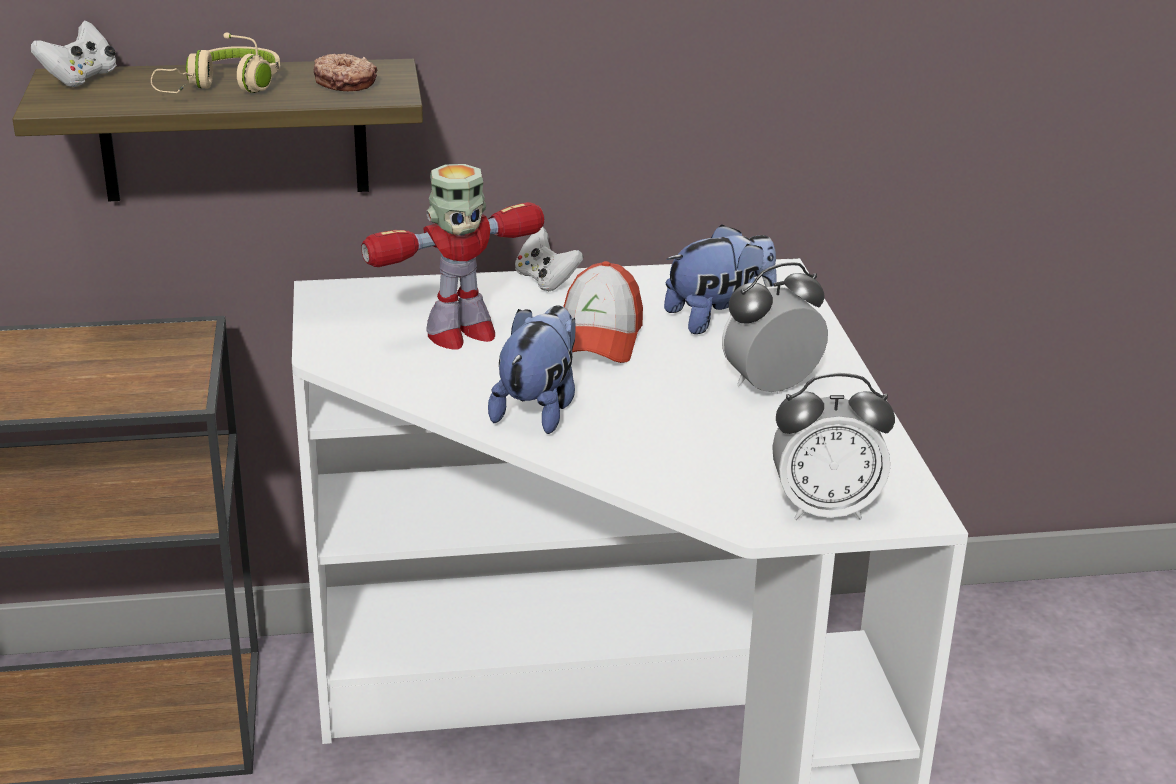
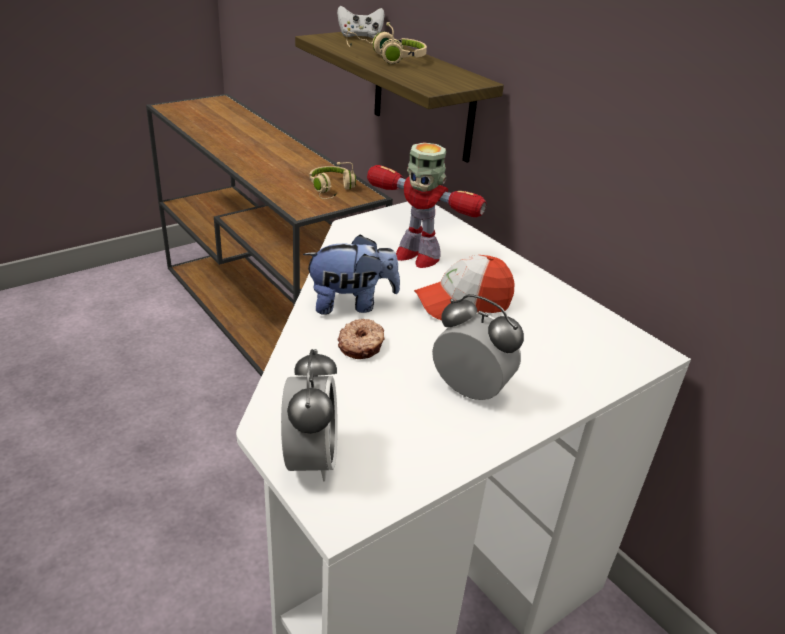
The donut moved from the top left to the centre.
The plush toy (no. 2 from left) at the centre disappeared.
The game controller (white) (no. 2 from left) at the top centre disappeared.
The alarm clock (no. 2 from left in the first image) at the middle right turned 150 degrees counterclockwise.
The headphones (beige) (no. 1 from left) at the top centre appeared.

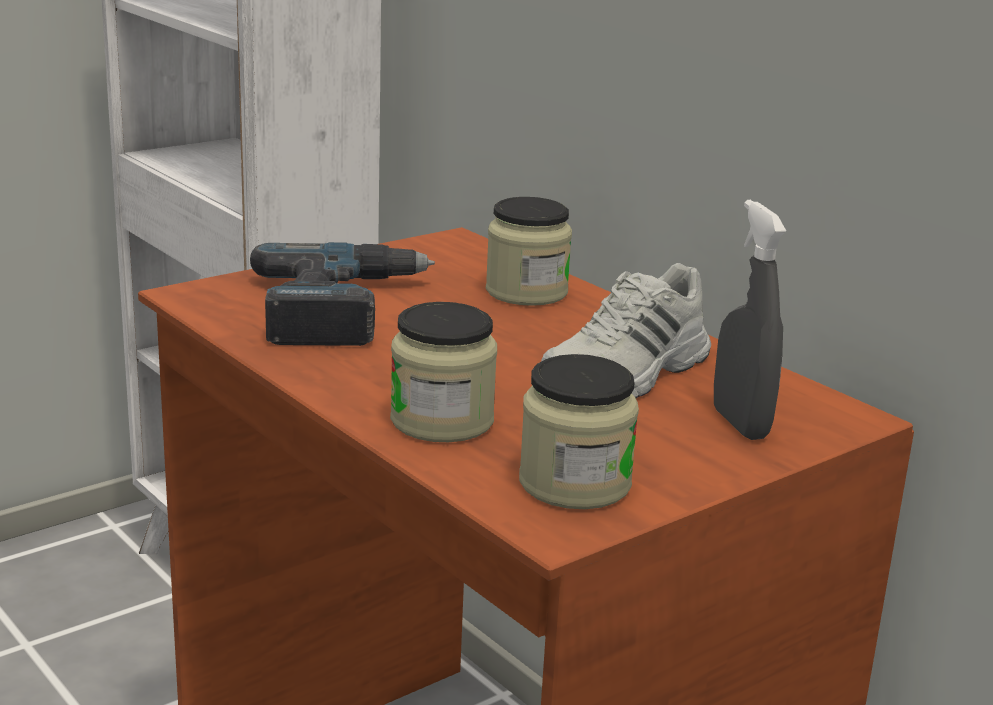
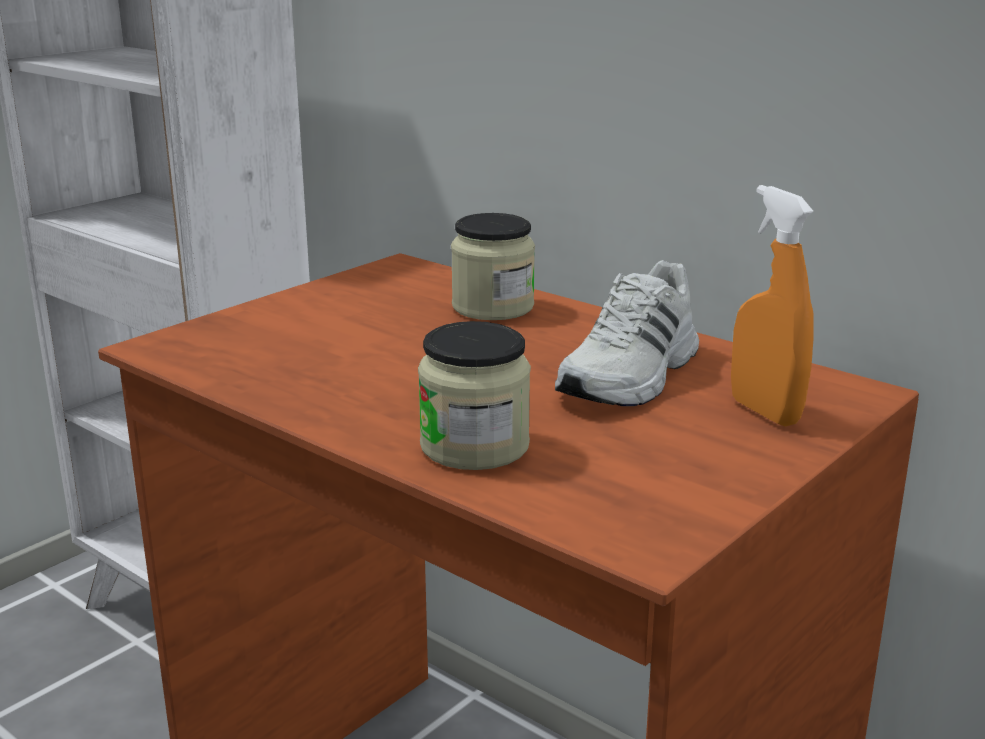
The spray bottle (grey) at the middle right became the spray bottle (orange) at the middle right.
The power drill at the centre disappeared.
The jar (no. 3 from left) at the centre disappeared.

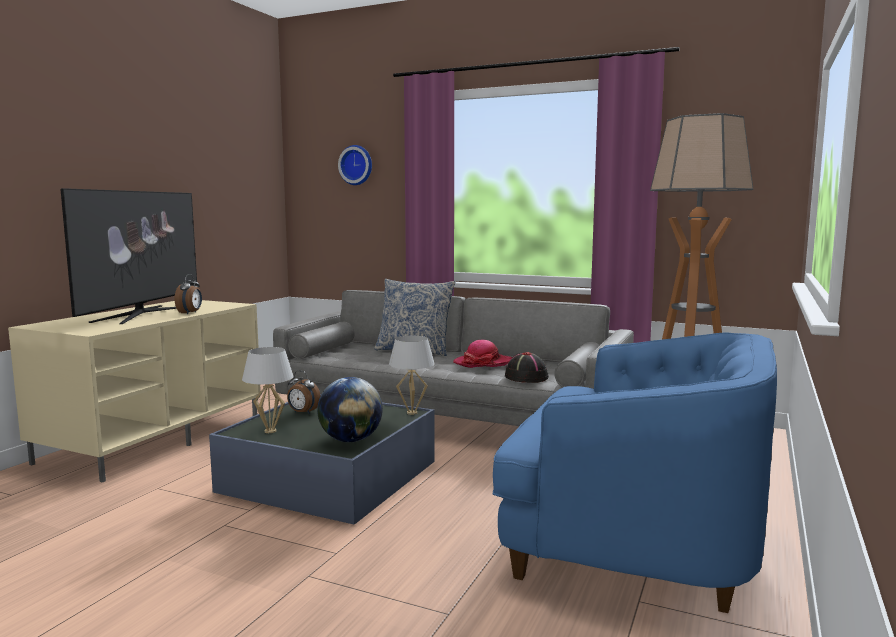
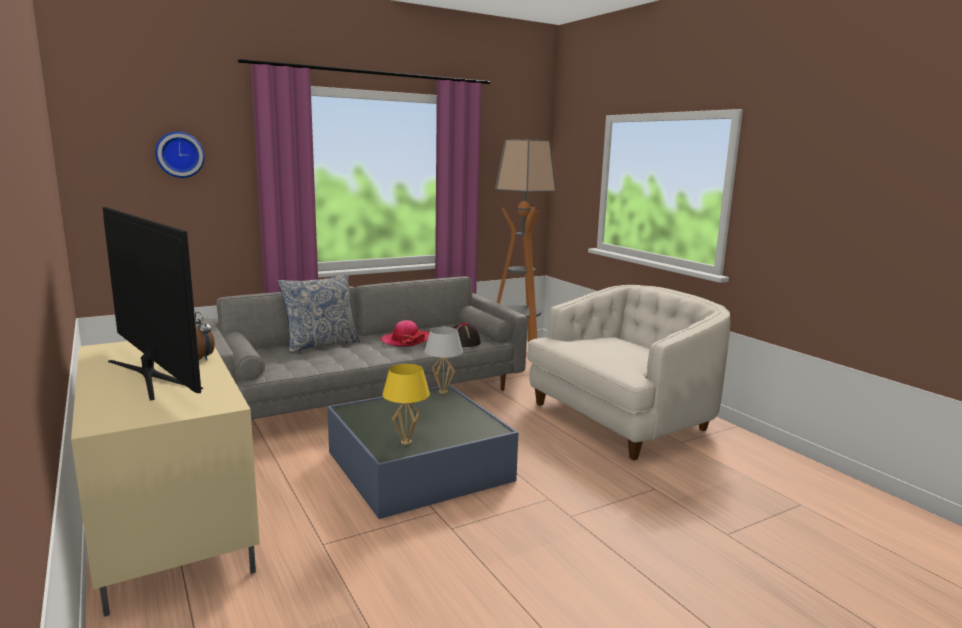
The armchair (blue) at the bottom right became the armchair (white) at the centre.
The table lamp (white) (no. 1 from left) at the middle left became the table lamp (yellow) at the centre.
The alarm clock (no. 2 from left) at the centre disappeared.
The globe at the centre disappeared.

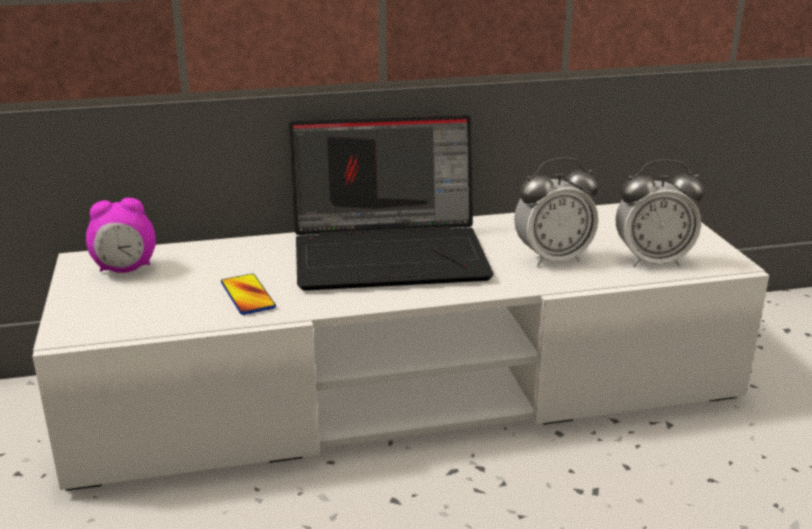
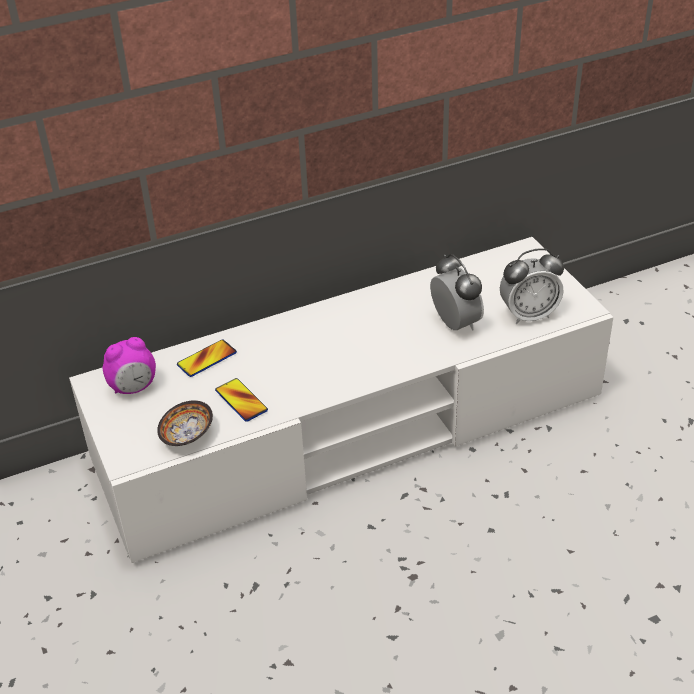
The laptop at the centre disappeared.
The alarm clock (no. 2 from left) at the middle right turned 90 degrees counterclockwise.
The phone (no. 1 from left) at the middle left appeared.
The bowl at the middle left appeared.

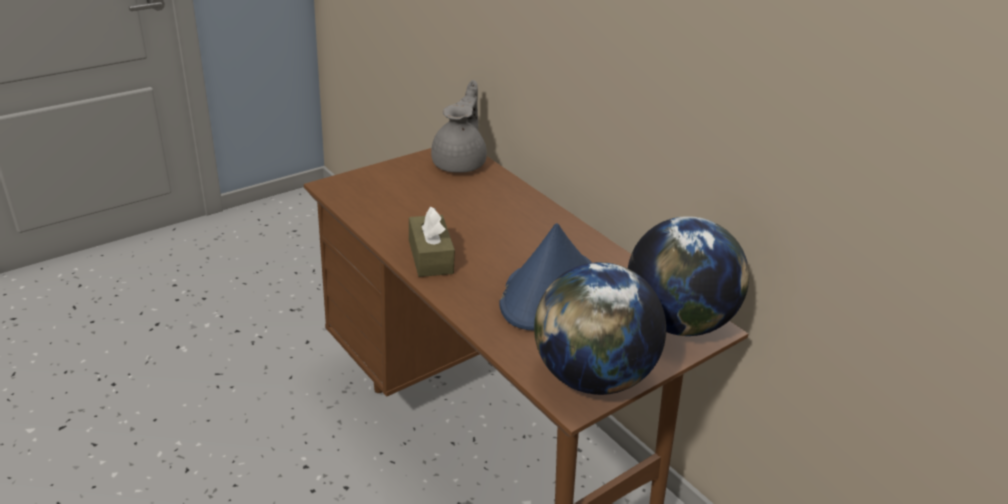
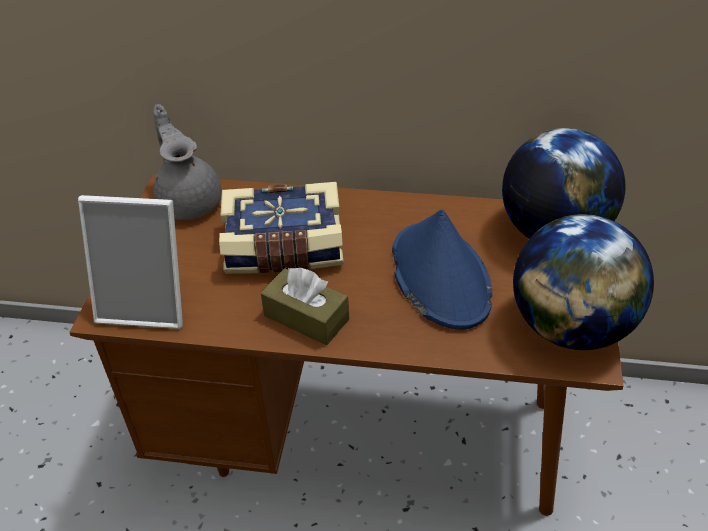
The book at the centre appeared.
The picture frame at the middle left appeared.

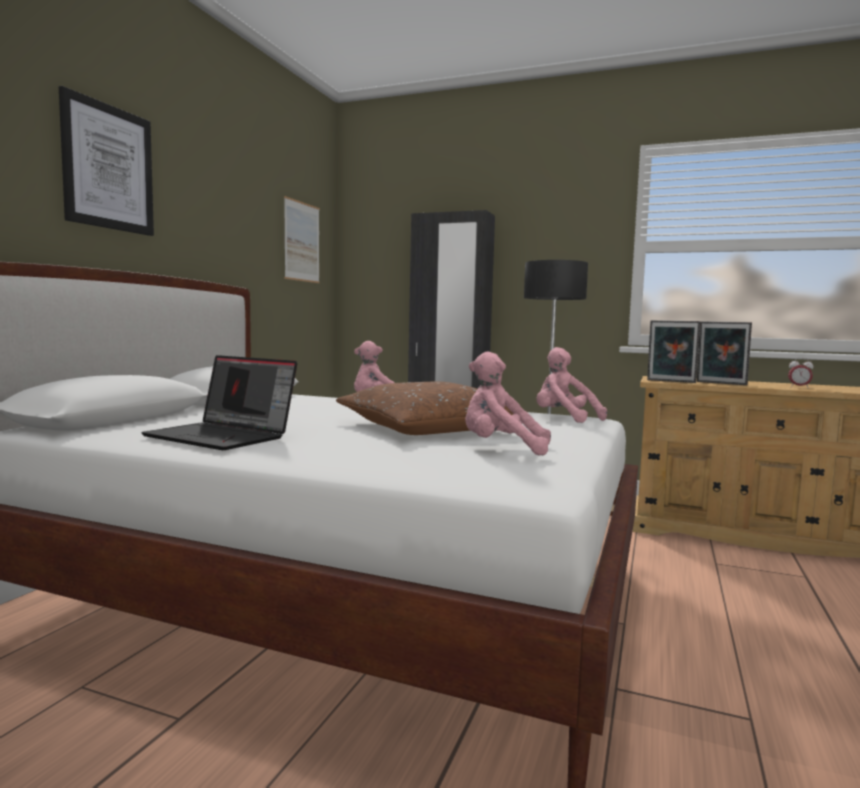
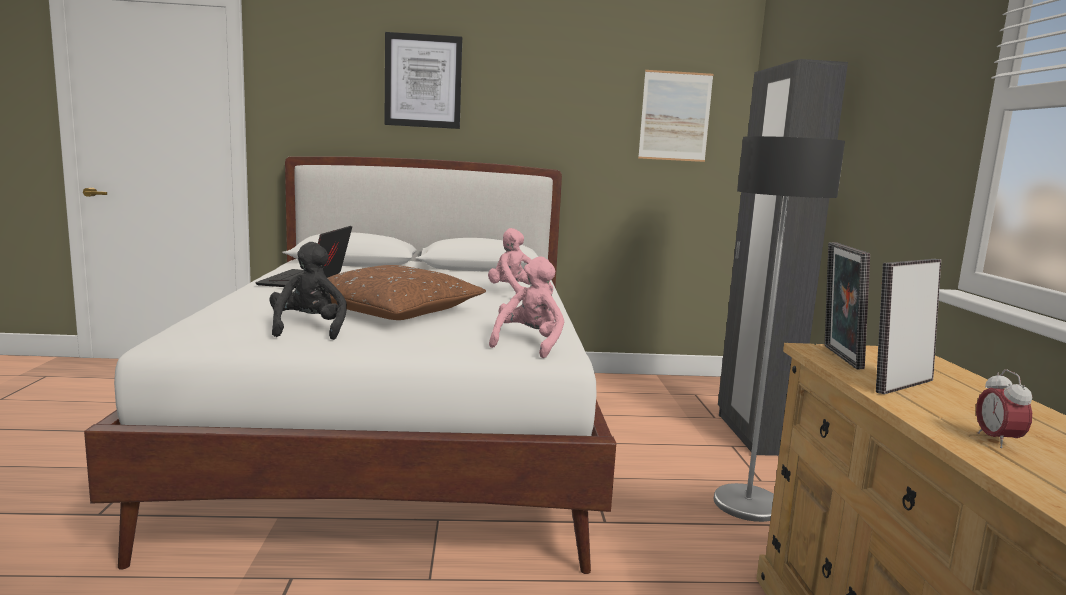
The picture frame (no. 2 from left) at the middle right turned 45 degrees clockwise.
The plush toy (pink) (no. 2 from left) at the centre became the plush toy (black) at the middle left.

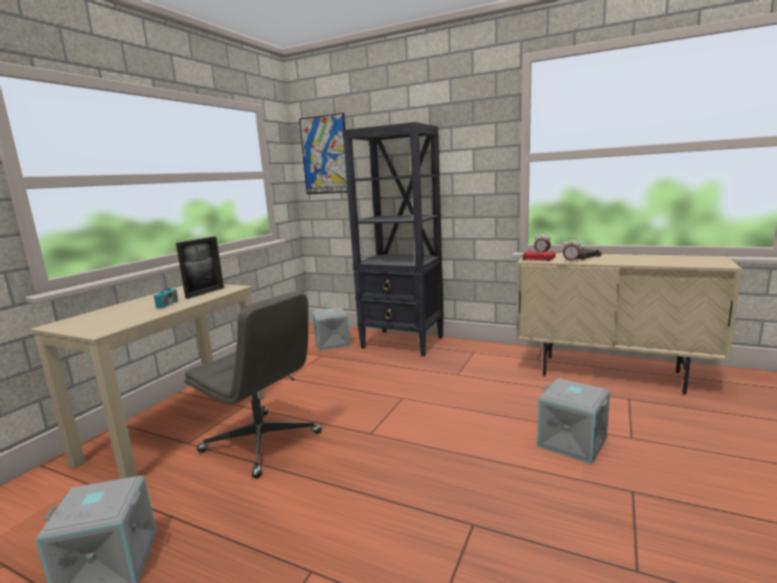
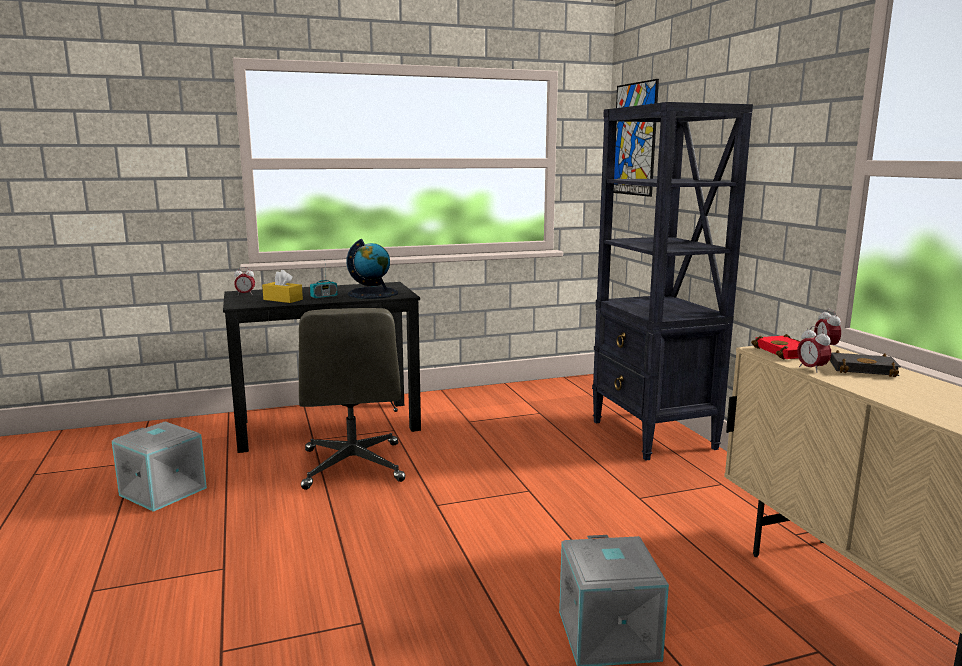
The picture frame at the middle left was replaced by the globe at the centre.
The desk (beige) at the middle left became the desk (black) at the centre.
The storage box (grey) (no. 2 from left) at the centre disappeared.
The alarm clock (no. 1 from left) at the middle left appeared.
The tissue box (yellow) at the middle left appeared.

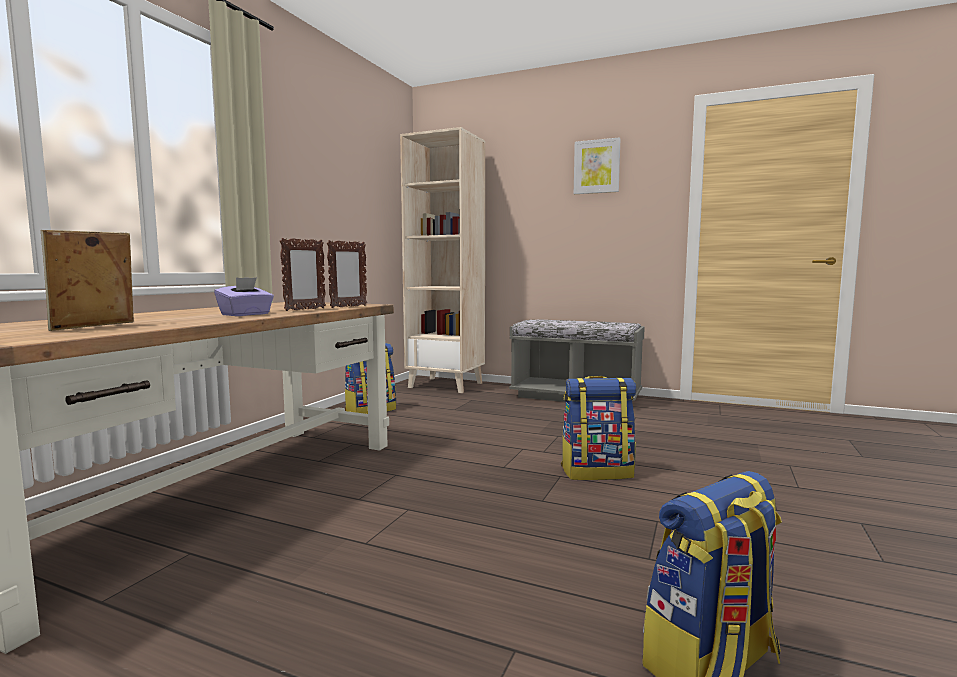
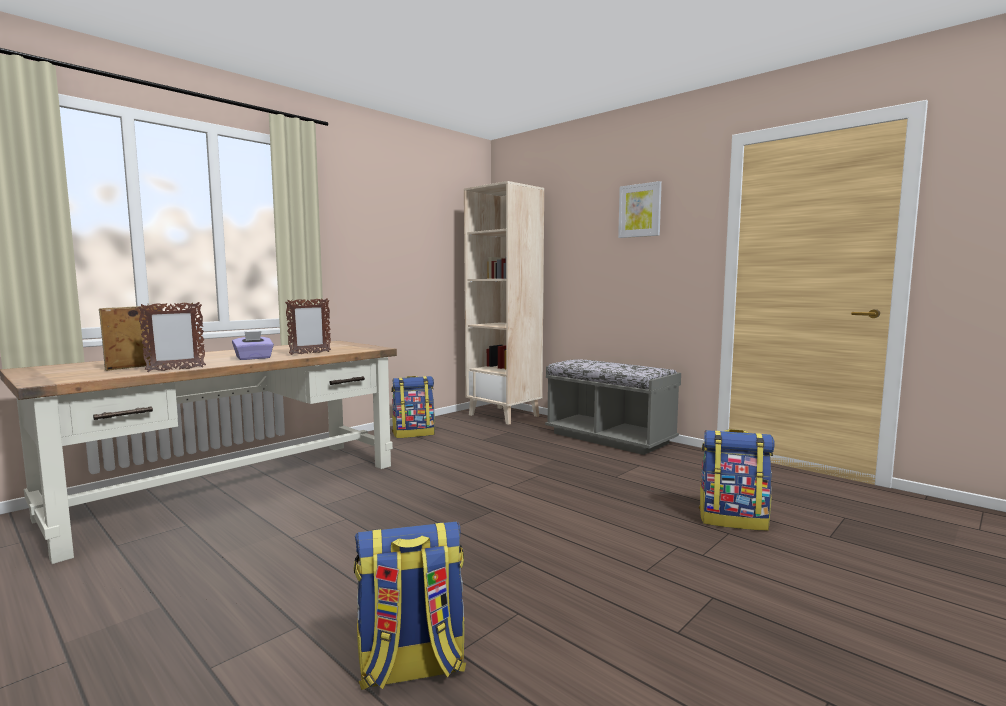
The picture frame (no. 3 from left in the first image) moved from the centre to the middle left.
The backpack (no. 2 from left in the first image) moved from the centre to the bottom right.

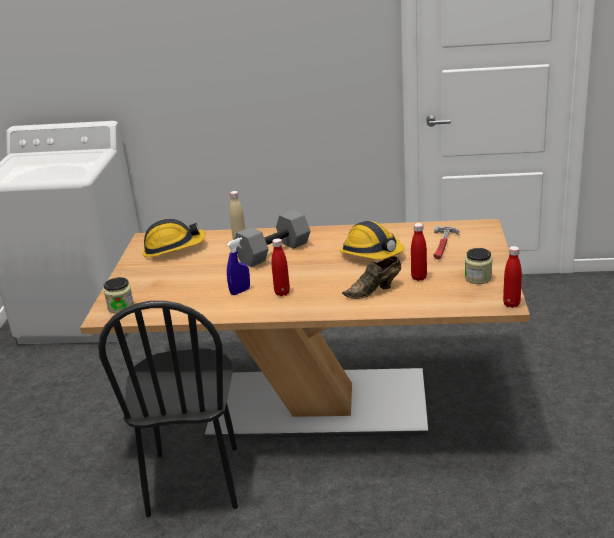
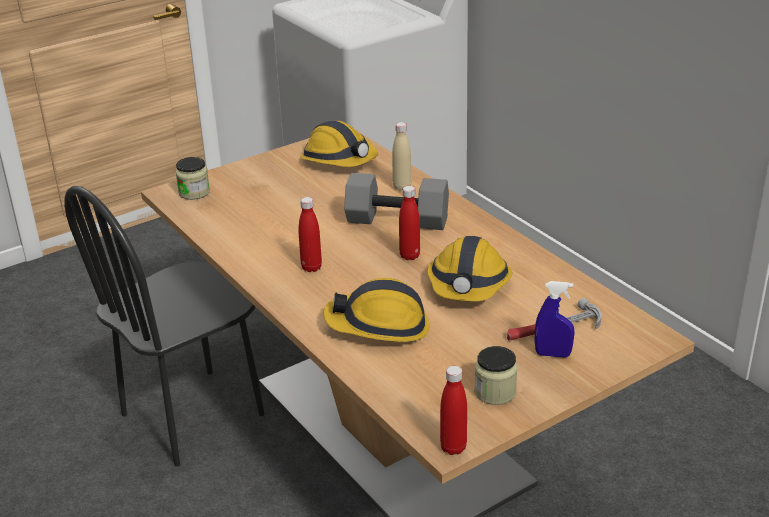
The bottle (red) (no. 2 from left) moved from the middle right to the centre.
The spray bottle (blue) moved from the centre to the middle right.
The shoe (brown) at the centre was replaced by the hard hat (no. 2 from left) at the centre.

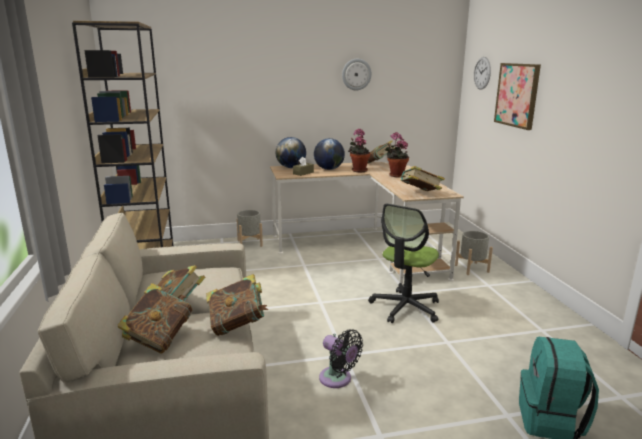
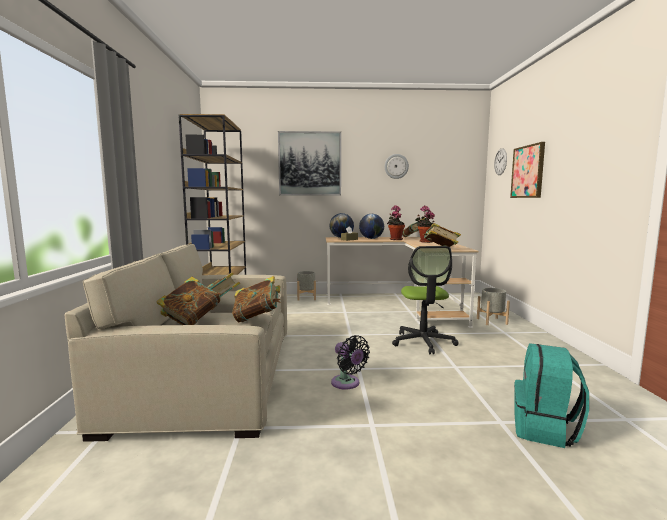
The office chair at the centre turned 45 degrees counterclockwise.
The picture (no. 1 from left) at the top centre appeared.

